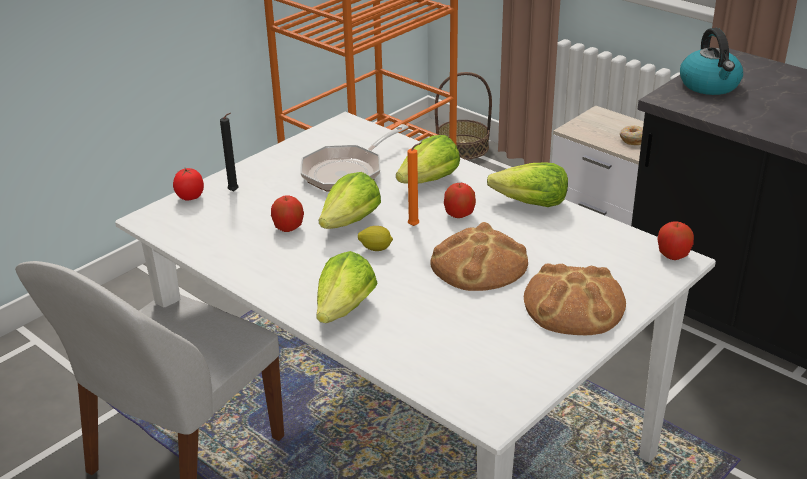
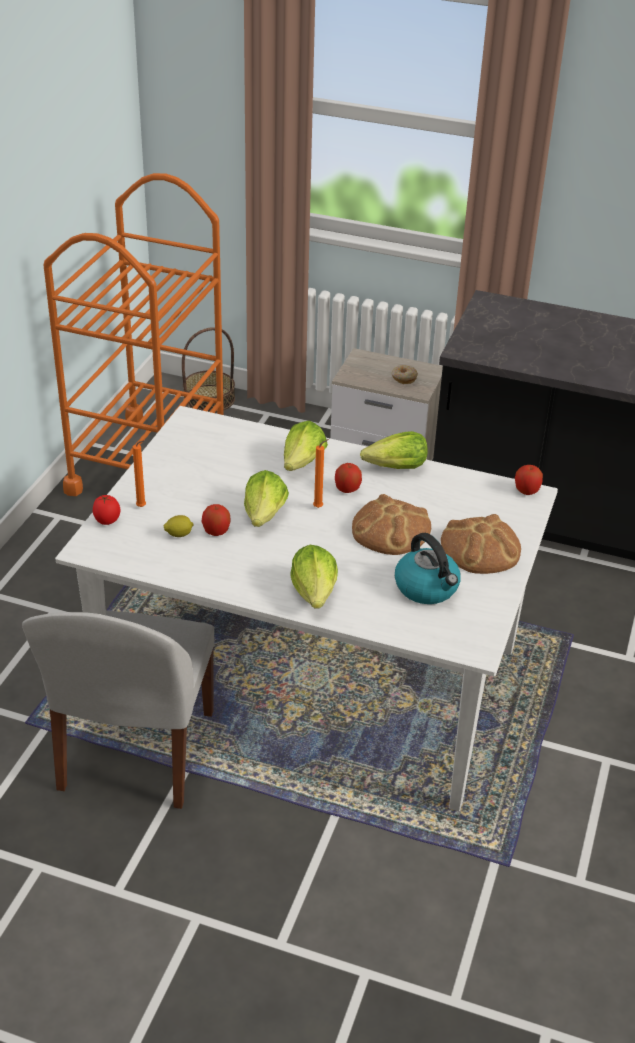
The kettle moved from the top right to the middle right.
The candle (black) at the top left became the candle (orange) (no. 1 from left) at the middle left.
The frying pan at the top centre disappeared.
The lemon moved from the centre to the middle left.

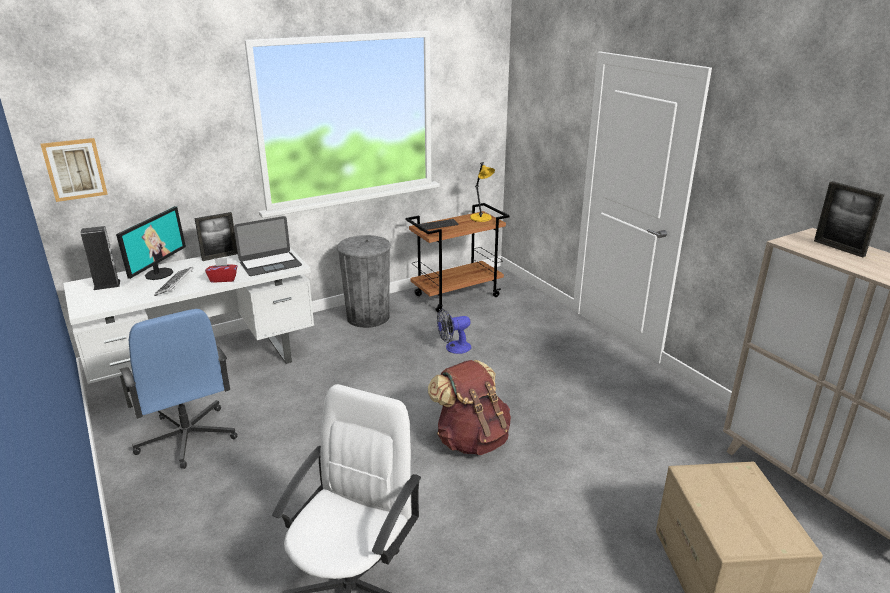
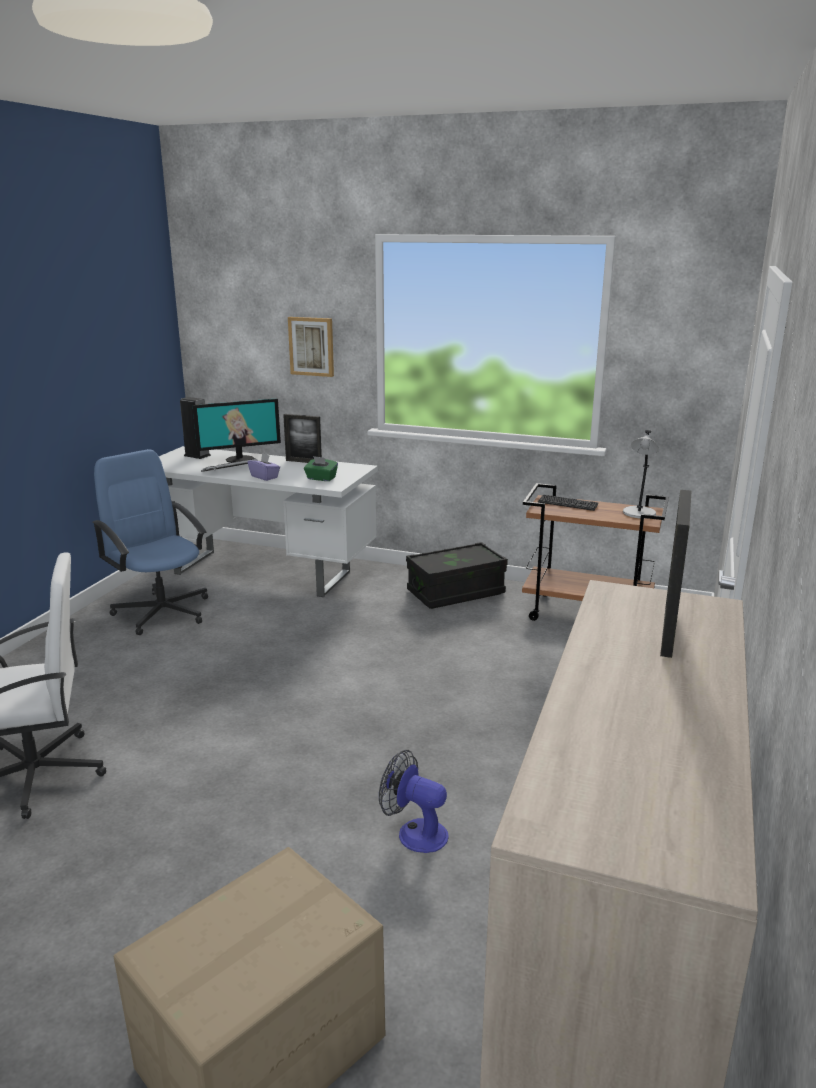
The picture moved from the top left to the top centre.
The table lamp (yellow) at the top centre became the table lamp (grey) at the middle right.
The laptop at the middle left was replaced by the tissue box (green) at the centre.
The trash can (grey) at the centre was replaced by the storage box (black) at the centre.
The tissue box (red) at the middle left became the tissue box (purple) at the middle left.
The office chair (blue) at the middle left turned 120 degrees clockwise.
The fan moved from the centre to the bottom centre.
The backpack (brown) at the bottom centre disappeared.

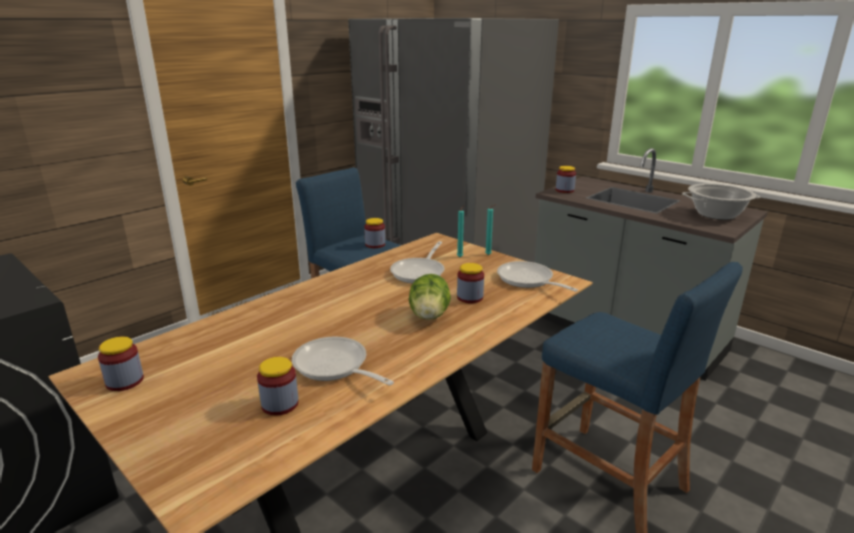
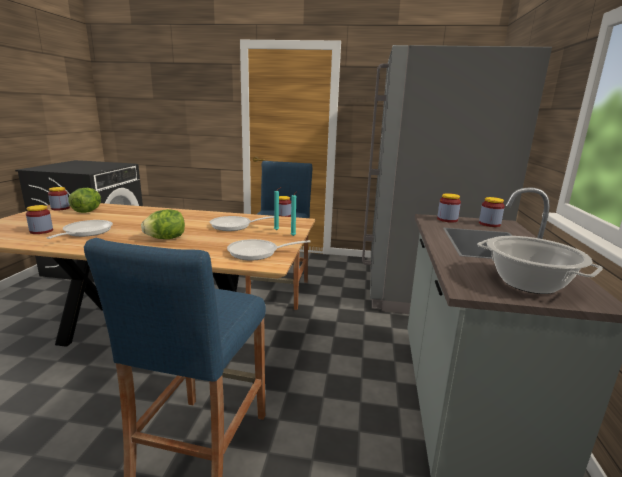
The frying pan (no. 3 from left) at the centre turned 120 degrees counterclockwise.
The jar (no. 4 from left in the first image) moved from the centre to the middle right.
The lettuce (no. 1 from left) at the middle left appeared.

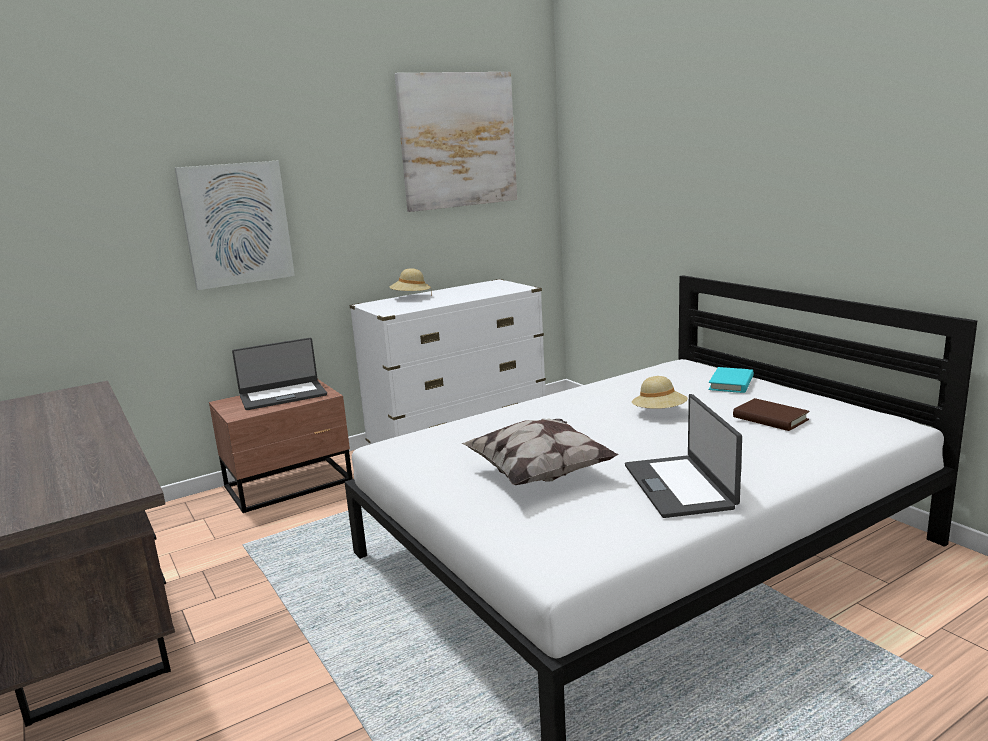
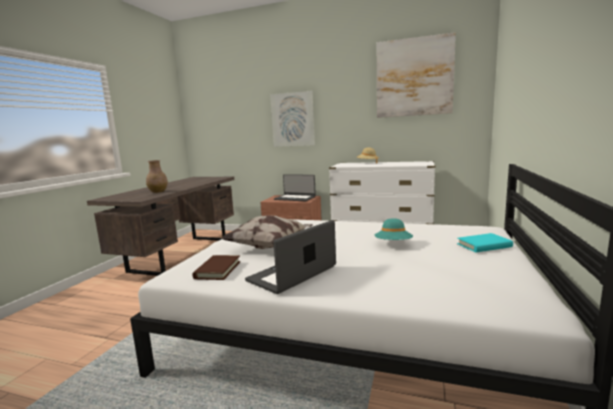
The hat (beige) (no. 2 from left) at the middle right became the hat (turquoise) at the centre.
The book (brown) moved from the middle right to the centre.
The vase (brown) at the middle left appeared.

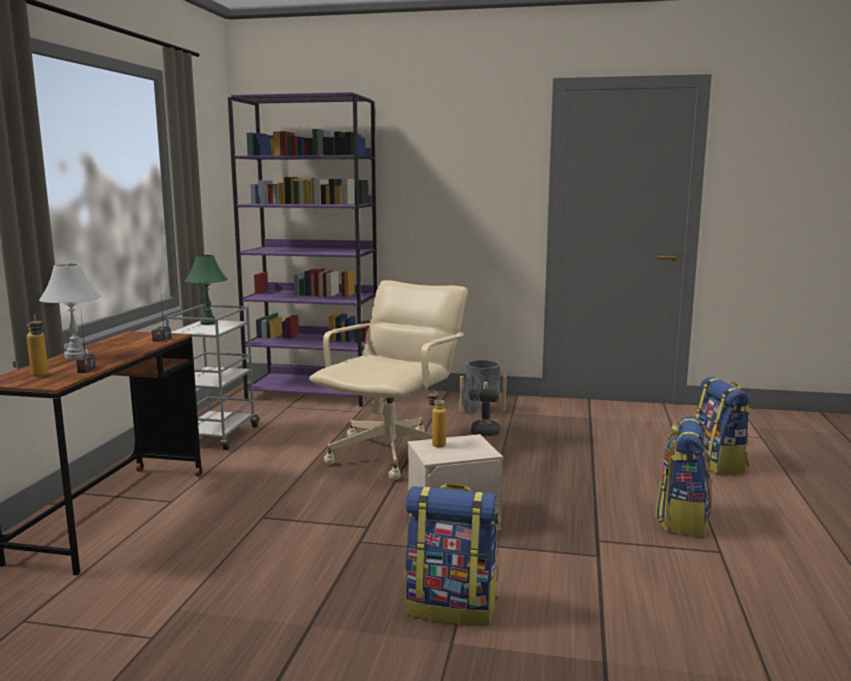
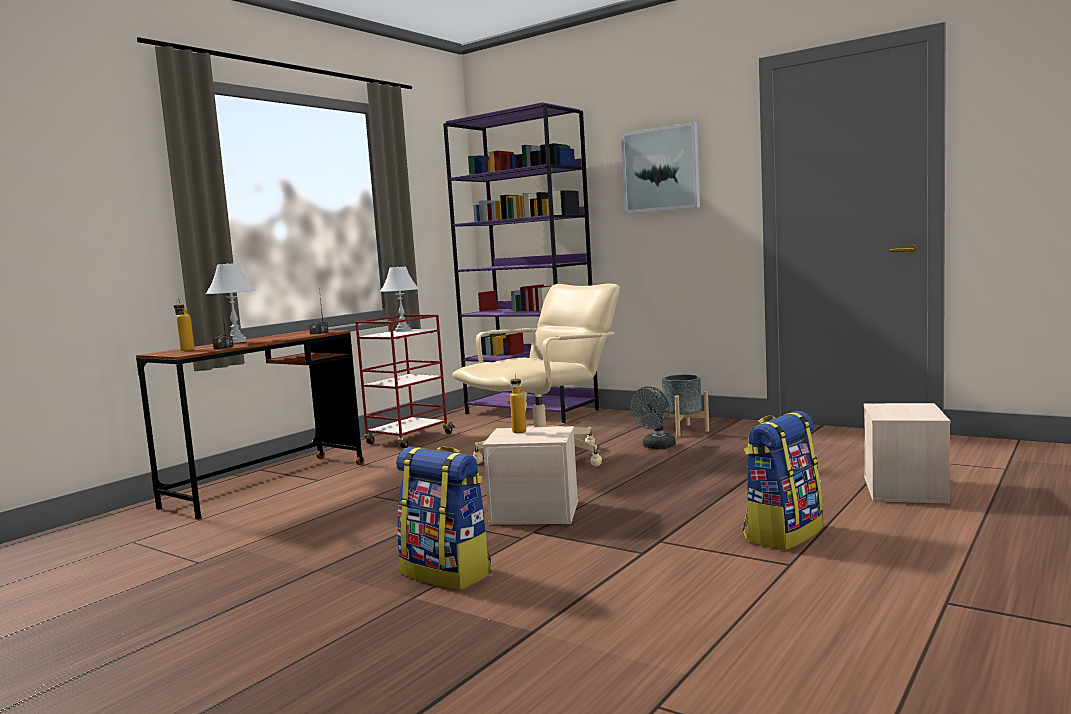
The table lamp (green) at the middle left became the table lamp (white) (no. 2 from left) at the centre.
The cart (grey) at the middle left became the cart (red) at the centre.
The fan (grey) at the centre turned 90 degrees counterclockwise.
The backpack (no. 3 from left) at the middle right was replaced by the storage box (beige) (no. 2 from left) at the middle right.
The picture at the top centre appeared.

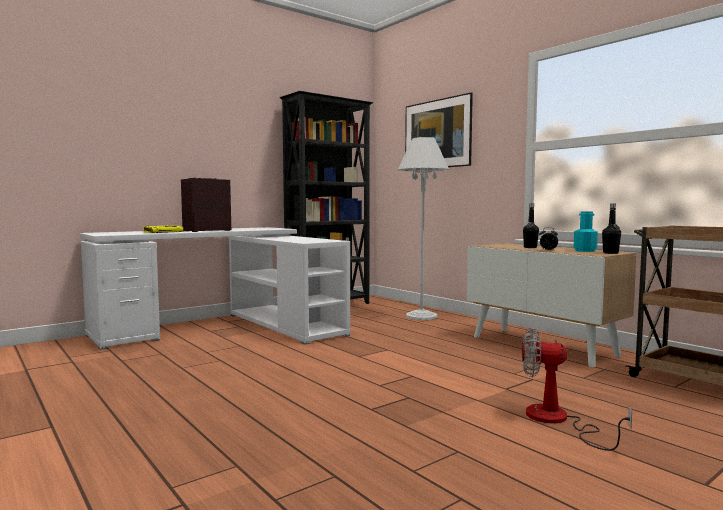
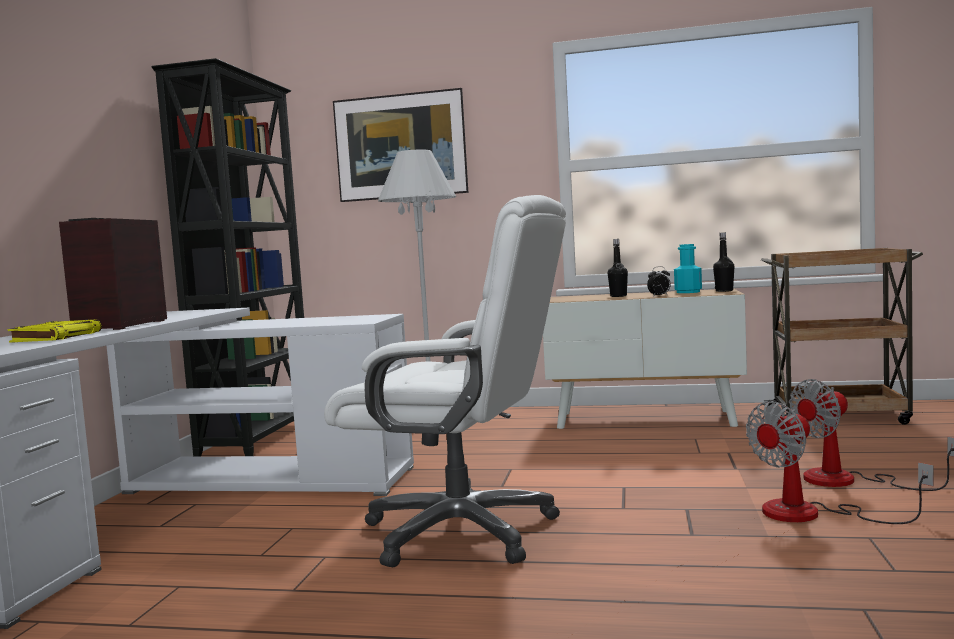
The office chair (white) at the centre appeared.
The fan (no. 1 from left) at the bottom right appeared.

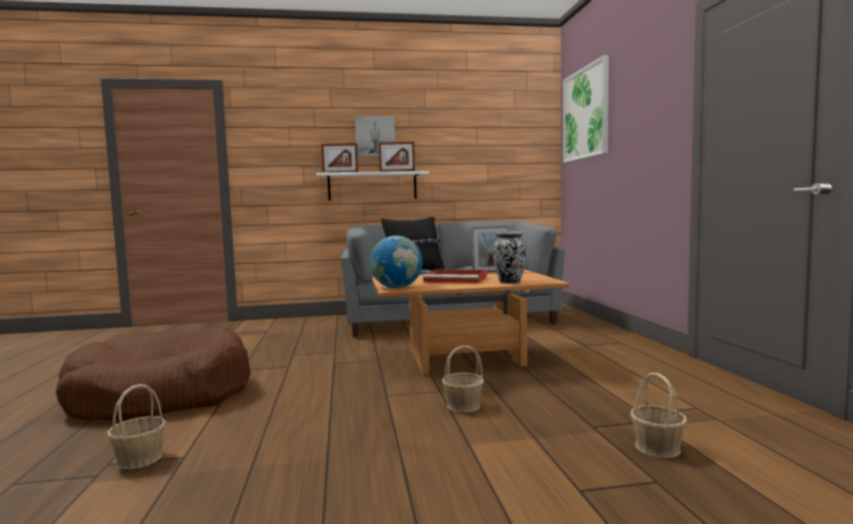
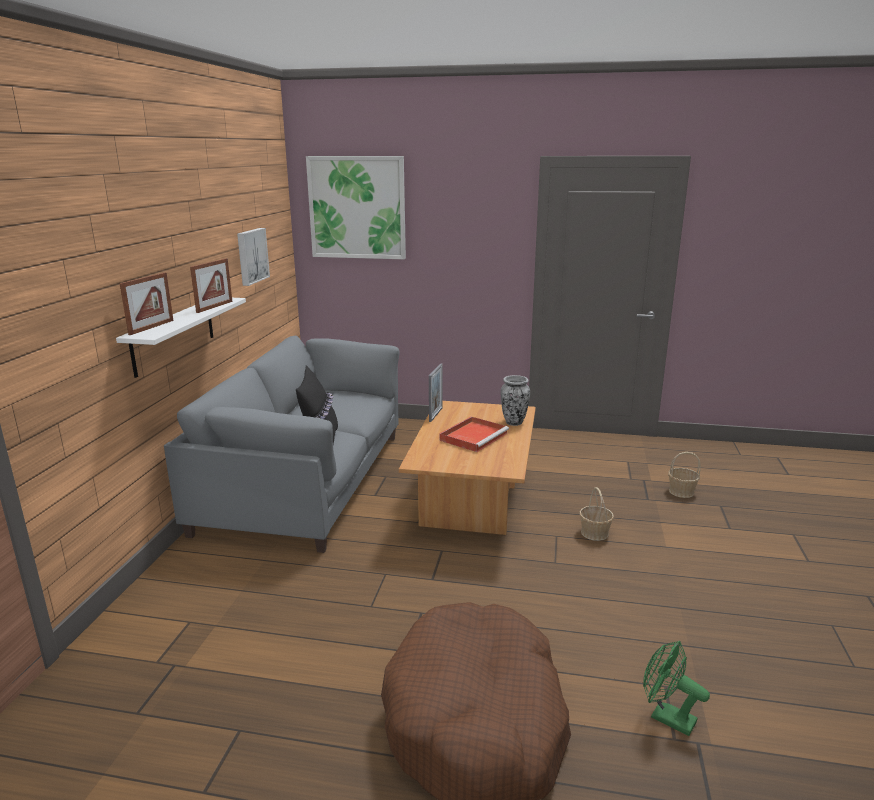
The picture (no. 1 from left) moved from the top centre to the top left.
The globe at the centre disappeared.
The basket (no. 1 from left) at the bottom left was replaced by the fan (green) at the bottom right.

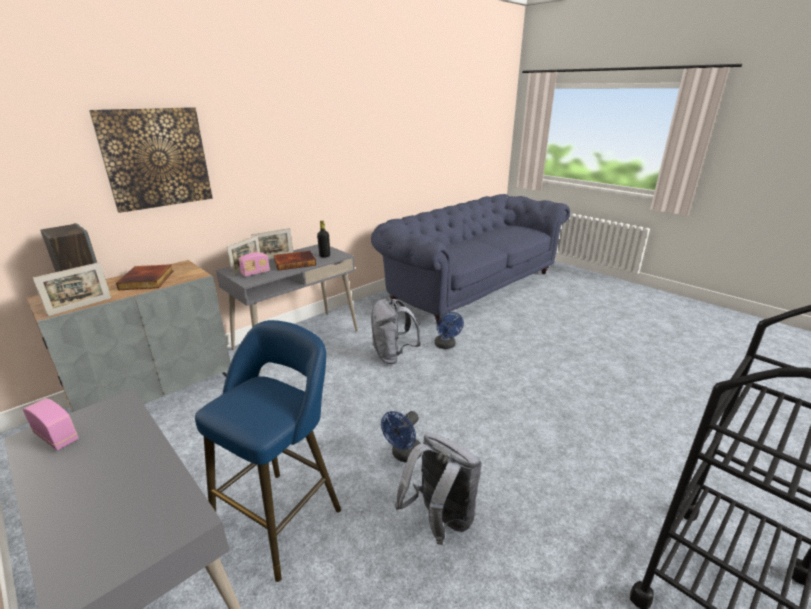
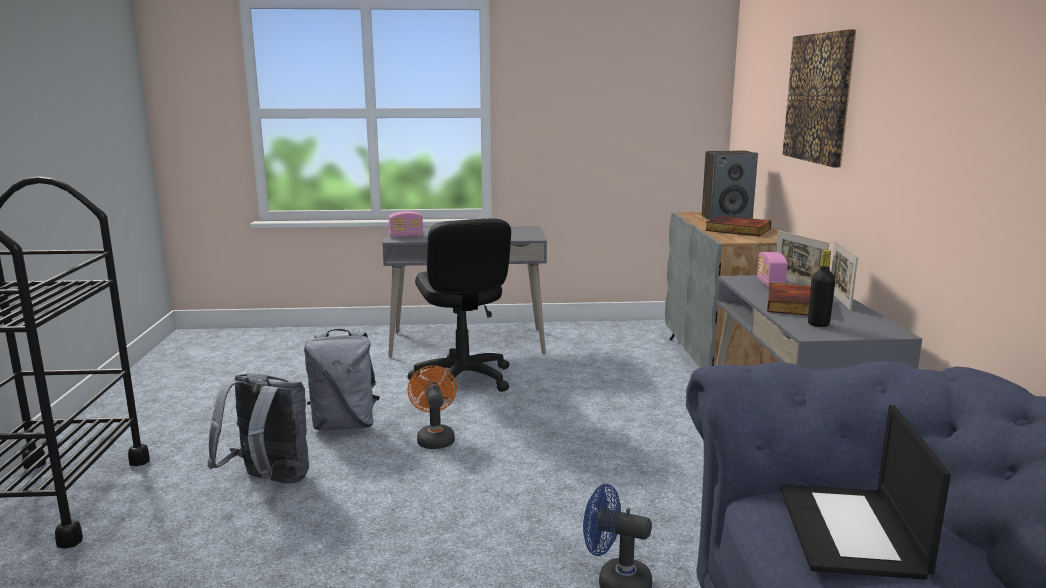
The picture frame (no. 1 from left) at the middle left disappeared.
The backpack (grey) (no. 1 from left) moved from the centre to the bottom left.
The stool (blue) at the bottom left was replaced by the office chair (black) at the centre.
The radio (no. 1 from left) moved from the bottom left to the centre.
The fan (blue) (no. 1 from left) at the bottom centre became the fan (orange) at the bottom centre.
The laptop at the bottom right appeared.

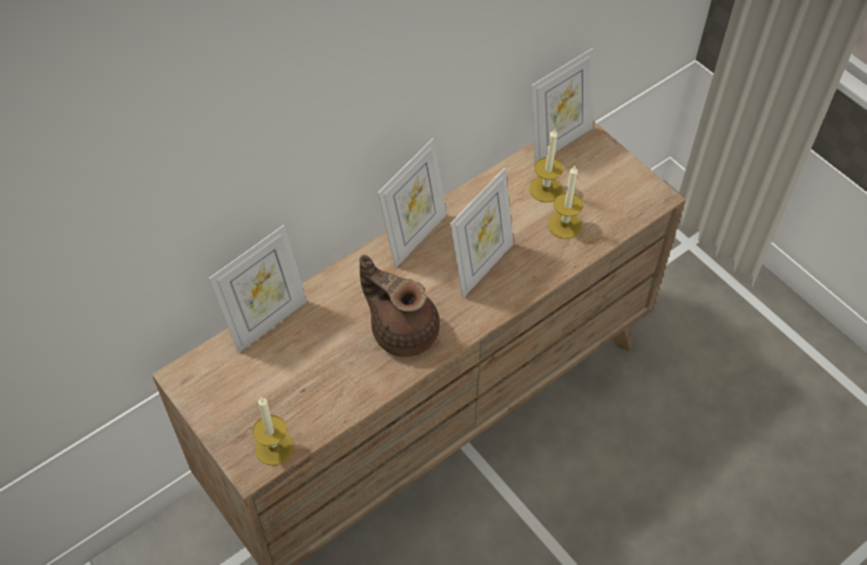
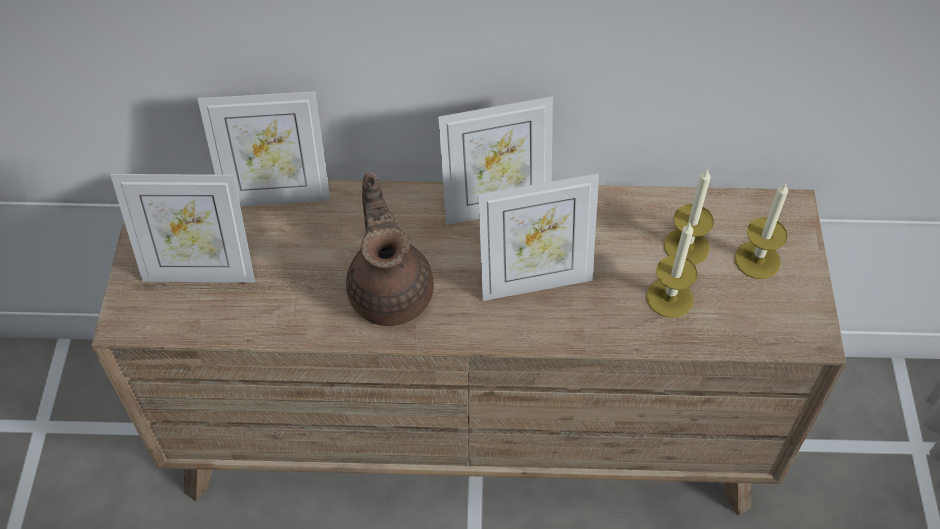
The picture frame (no. 4 from left in the first image) moved from the top centre to the middle left.
The candle (no. 1 from left in the first image) moved from the bottom left to the middle right.

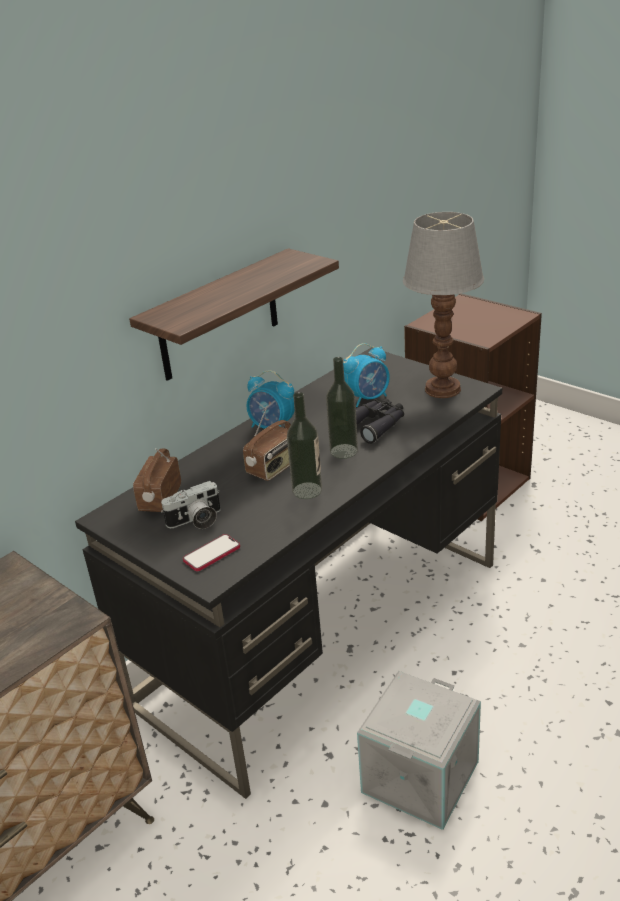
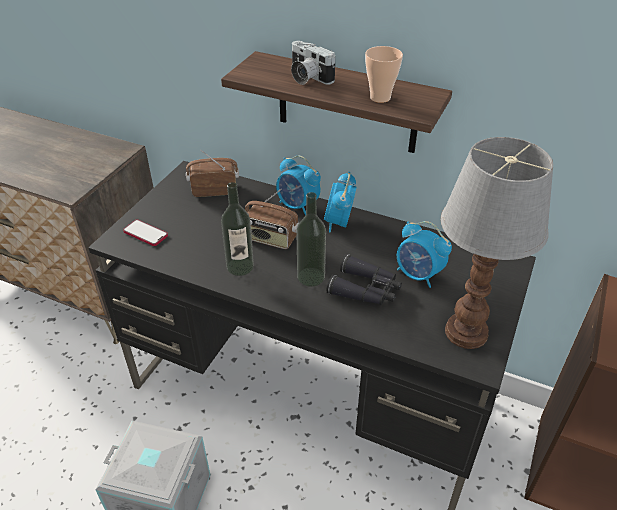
The photo camera moved from the middle left to the top centre.
The cup at the top centre appeared.
The alarm clock (no. 1 from left) at the centre appeared.

